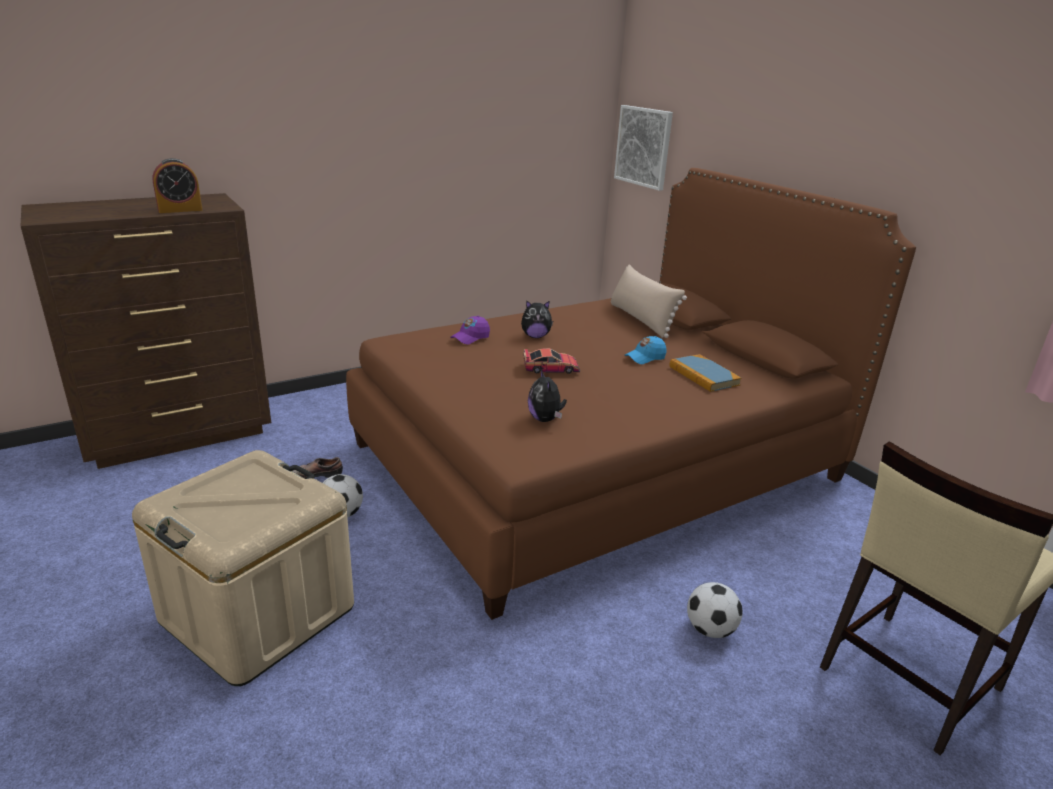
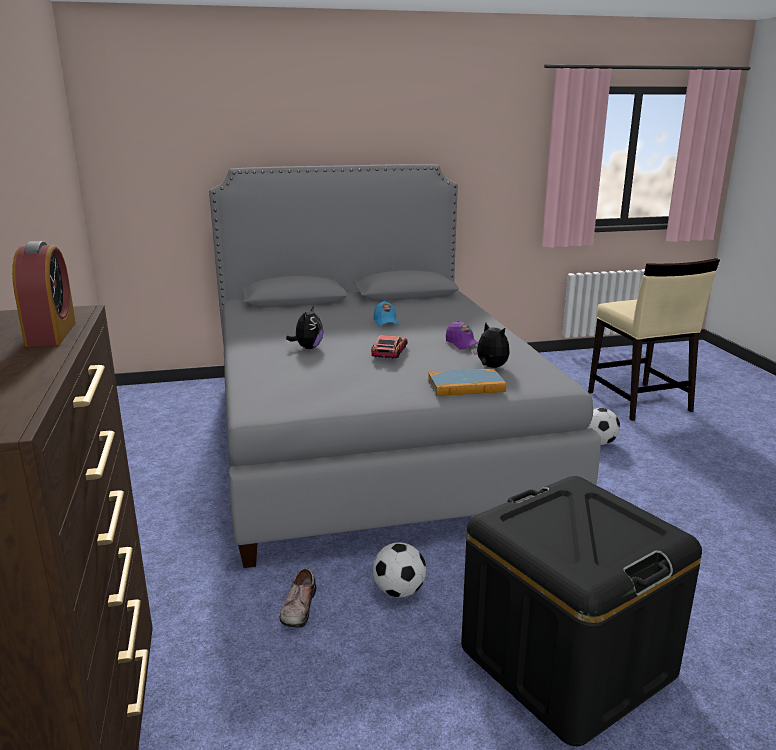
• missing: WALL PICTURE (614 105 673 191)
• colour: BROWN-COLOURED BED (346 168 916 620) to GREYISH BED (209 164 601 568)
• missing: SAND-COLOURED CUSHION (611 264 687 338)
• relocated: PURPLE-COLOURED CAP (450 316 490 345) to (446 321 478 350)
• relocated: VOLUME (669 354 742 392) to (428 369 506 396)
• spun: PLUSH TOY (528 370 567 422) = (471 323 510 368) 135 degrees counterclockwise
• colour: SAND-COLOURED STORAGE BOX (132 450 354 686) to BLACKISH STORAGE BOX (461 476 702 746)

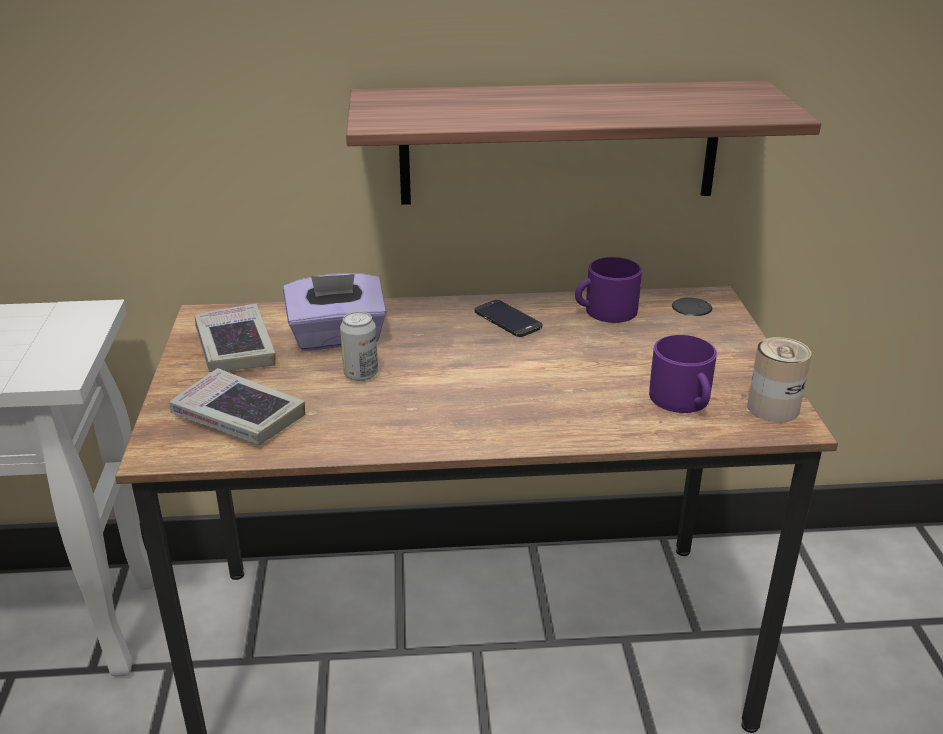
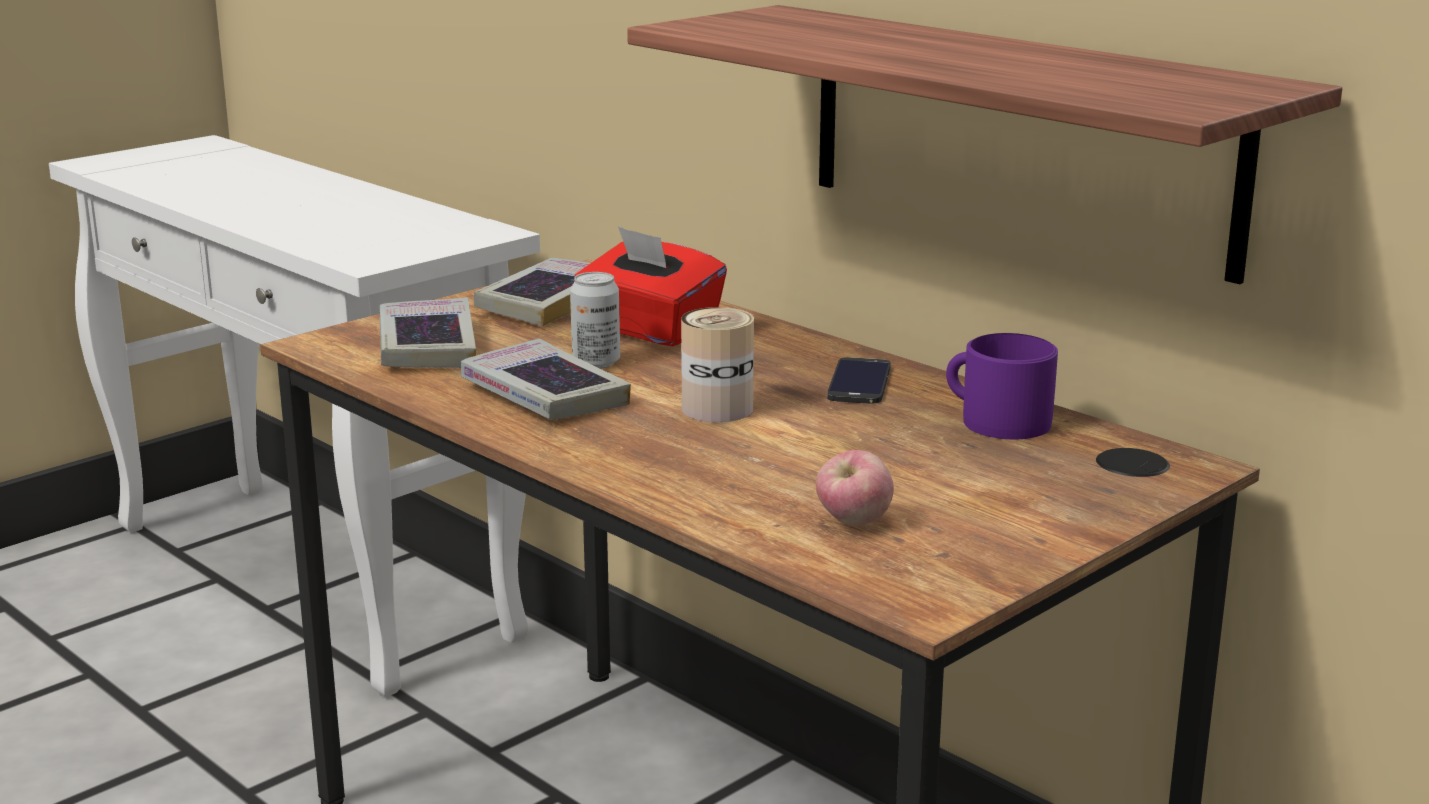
• colour: PURPLE-COLOURED TISSUE BOX (283 273 386 351) to RED TISSUE BOX (574 226 727 346)
• exchanged: PURPLE-COLOURED COFFEE MUG (649 335 717 413) to APPLE FRUIT (816 450 894 526)
• relocated: METAL CAN (748 337 812 422) to (681 307 754 422)
• appeared: VOLUME (461 339 631 420)

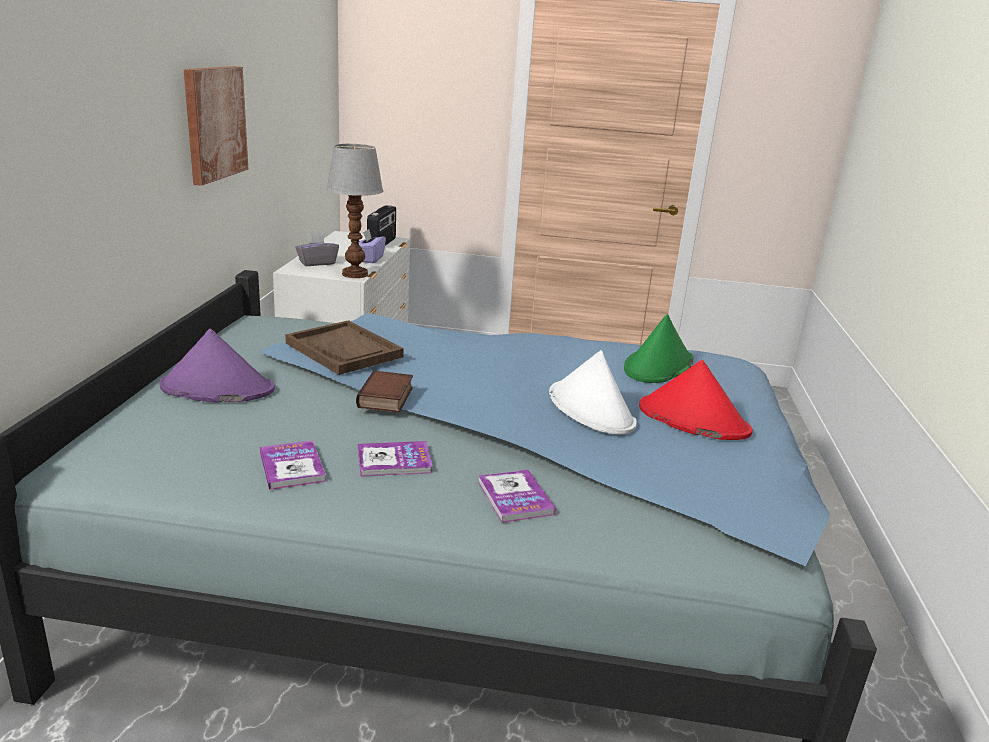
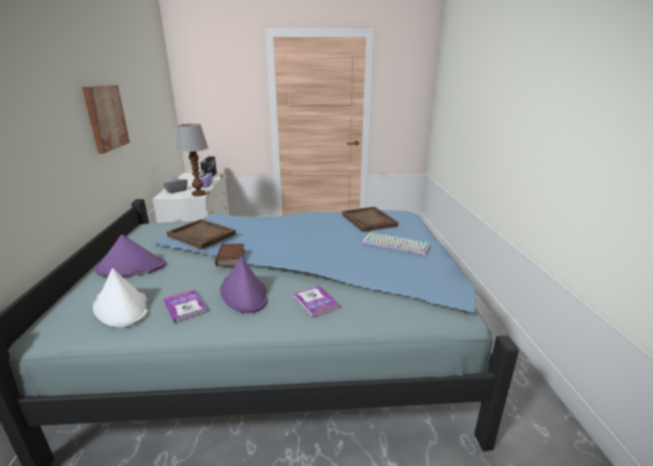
• exchanged: GREENISH WEARABLE HAT (624 314 694 383) to BROWN-COLOURED CARRYING TRAY (342 206 398 232)
• relocated: WHITE-COLOURED WEARABLE HAT (549 350 637 435) to (93 268 148 327)
• exchanged: RED WEARABLE HAT (639 360 753 440) to COMPUTER KEYBOARD (362 232 430 256)
• exchanged: VOLUME (358 441 433 477) to PURPLE-COLOURED WEARABLE HAT (220 256 267 313)

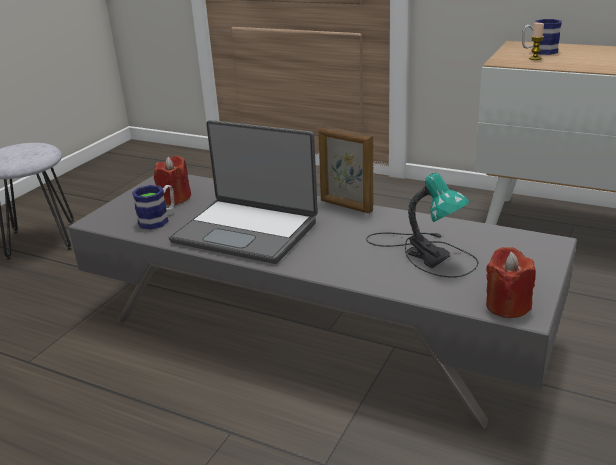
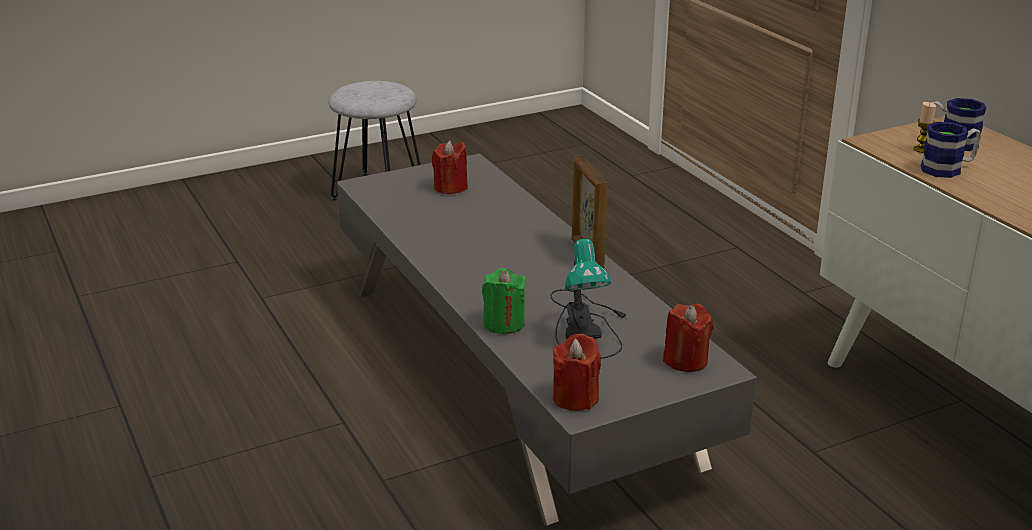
• missing: LAPTOP (168 120 318 264)
• relocated: COFFEE MUG (132 185 175 230) to (921 122 981 178)
• appeared: GREENISH WAX CANDLE (482 268 526 334)
• appeared: RED WAX CANDLE (663 304 713 372)

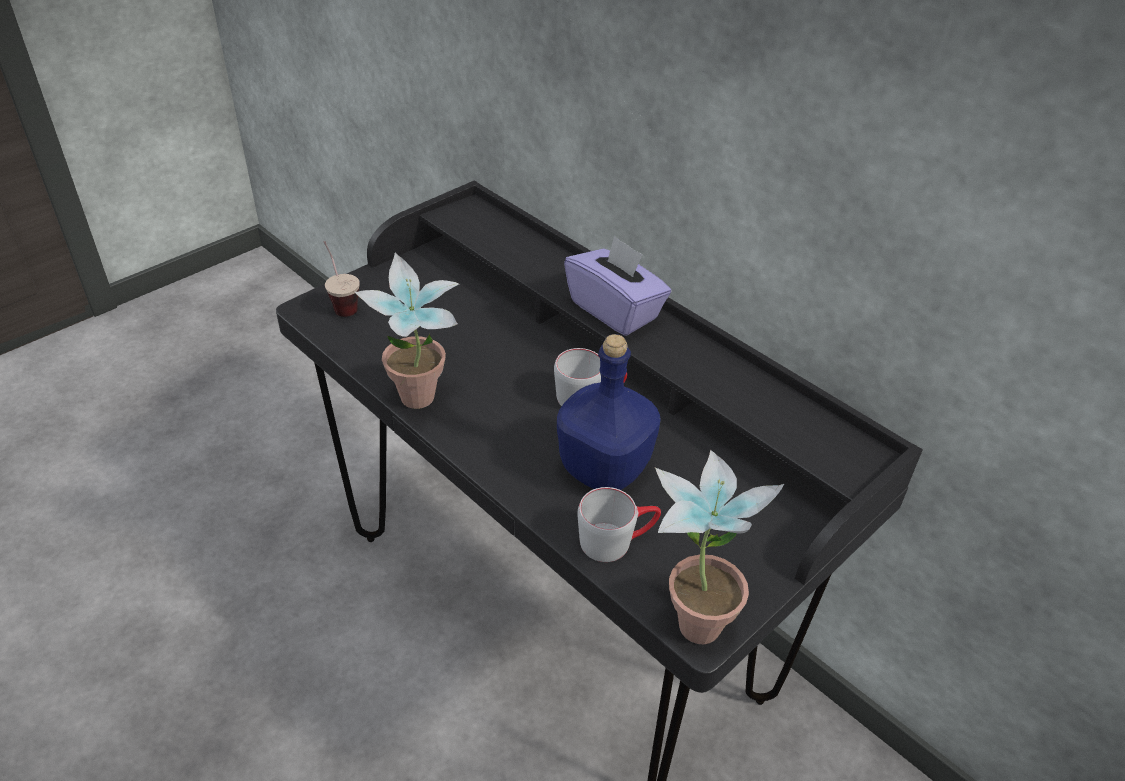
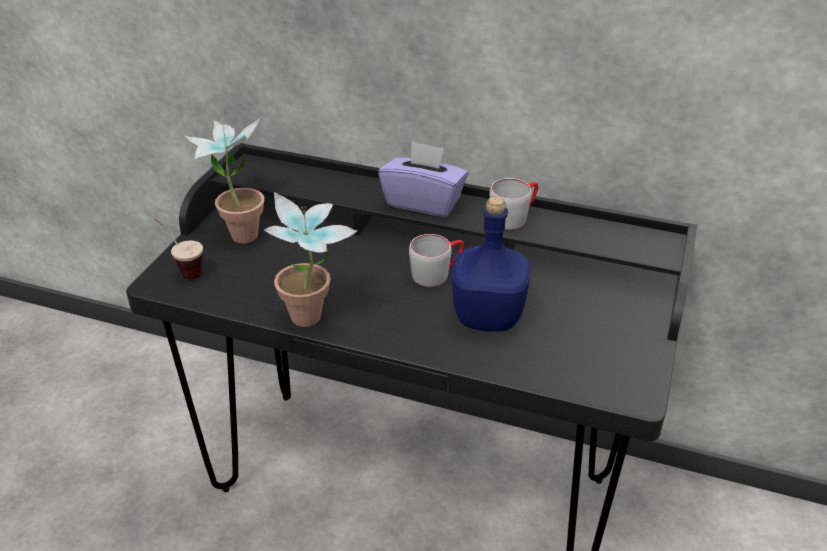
• relocated: HOUSEPLANT (655 449 784 644) to (183 118 264 243)
• relocated: GREYISH COFFEE MUG (577 487 661 562) to (490 178 538 230)

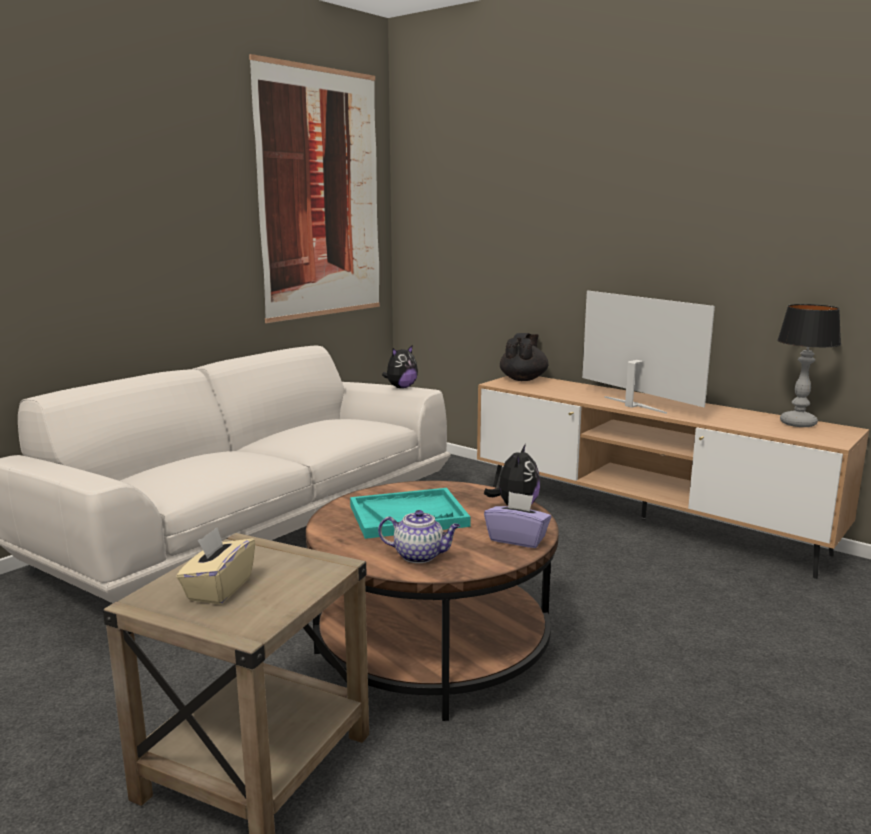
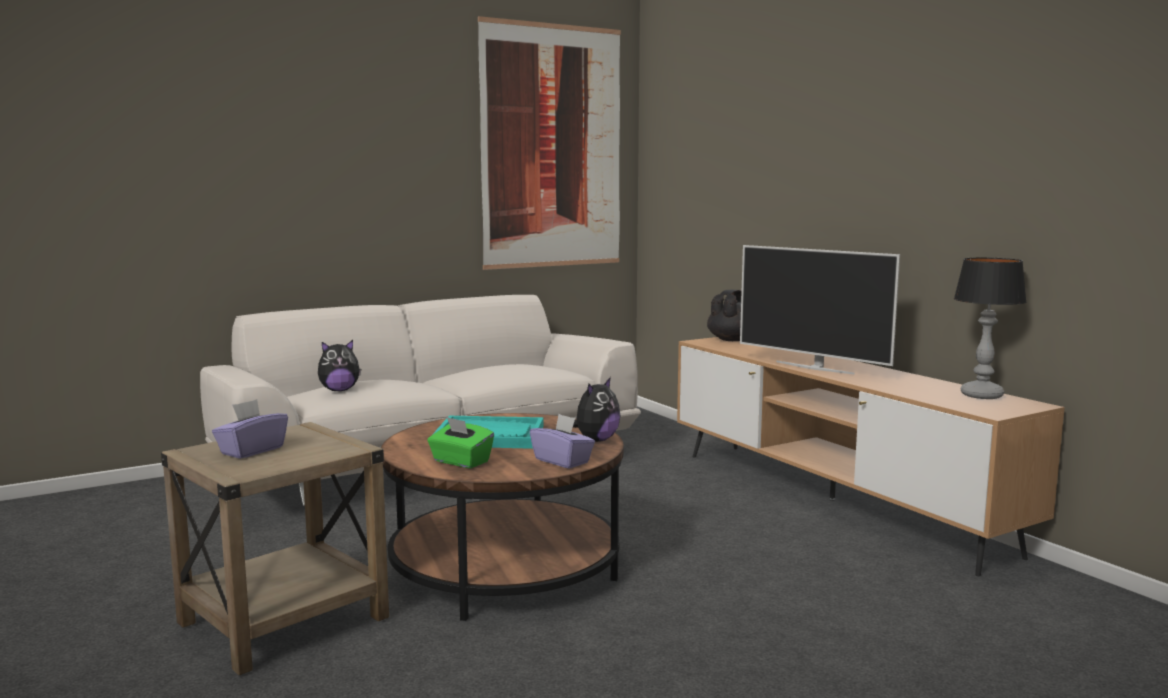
• spun: TV SET (582 291 715 414) = (740 245 900 375) 150 degrees clockwise
• relocated: PLUSH TOY (382 345 418 388) to (318 340 361 391)
• exchanged: POT FOR TEA (378 510 460 563) to GREENISH TISSUE BOX (427 417 494 468)
• colour: SAND-COLOURED TISSUE BOX (176 527 255 604) to PURPLE-COLOURED TISSUE BOX (212 399 288 459)

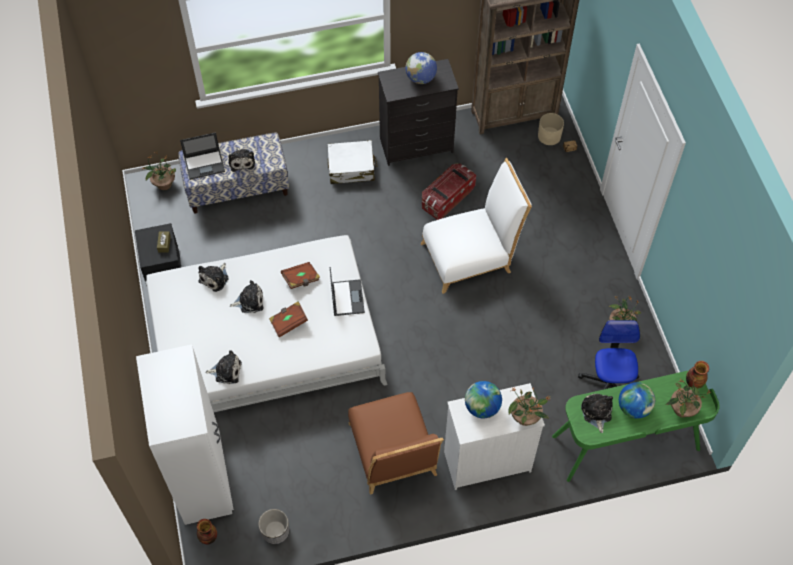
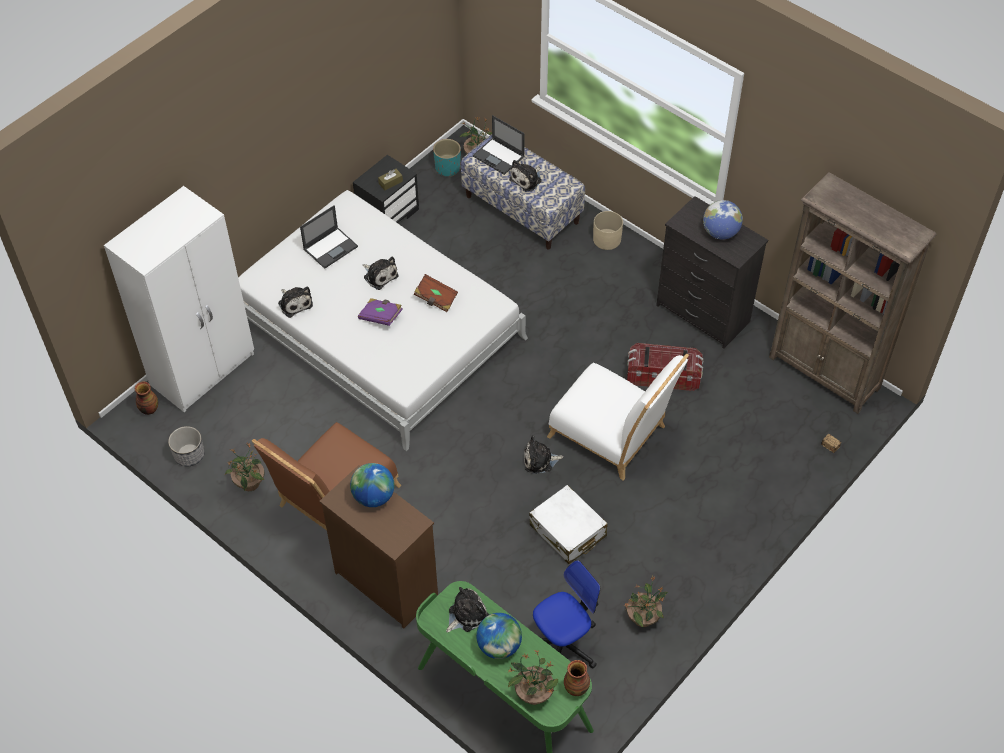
• relocated: SAND-COLOURED PLANT POT (538 113 564 145) to (593 211 623 250)
• relocated: WHITE-COLOURED PIECE OF LUGGAGE (328 140 377 184) to (529 485 608 564)
• relocated: PLUSH TOY (199 263 229 292) to (524 435 564 474)
• relocated: LAPTOP (330 267 365 316) to (300 205 358 269)
• colour: BROWN-COLOURED VOLUME (269 301 308 337) to PURPLE-COLOURED VOLUME (358 298 403 326)
• colour: WHITE-COLOURED DRESSER (444 383 545 490) to BROWN-COLOURED DRESSER (319 465 438 629)
• relocated: HOUSEPLANT (508 387 550 426) to (225 443 264 491)
• appeared: BLUE-GREEN PLANT POT (433 139 461 177)

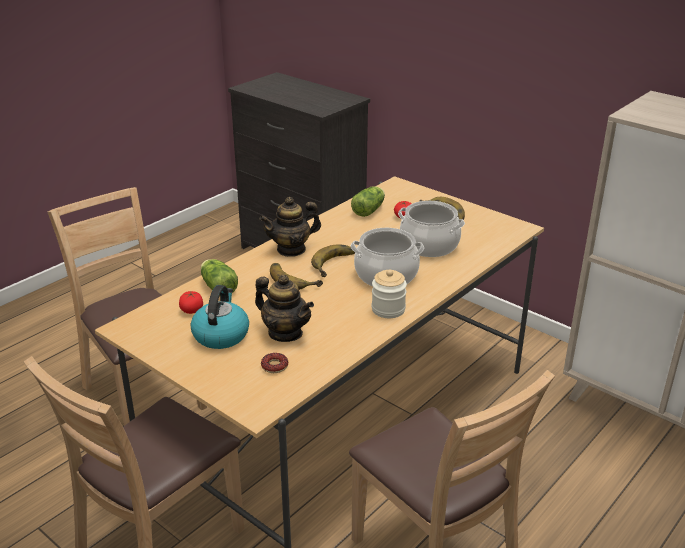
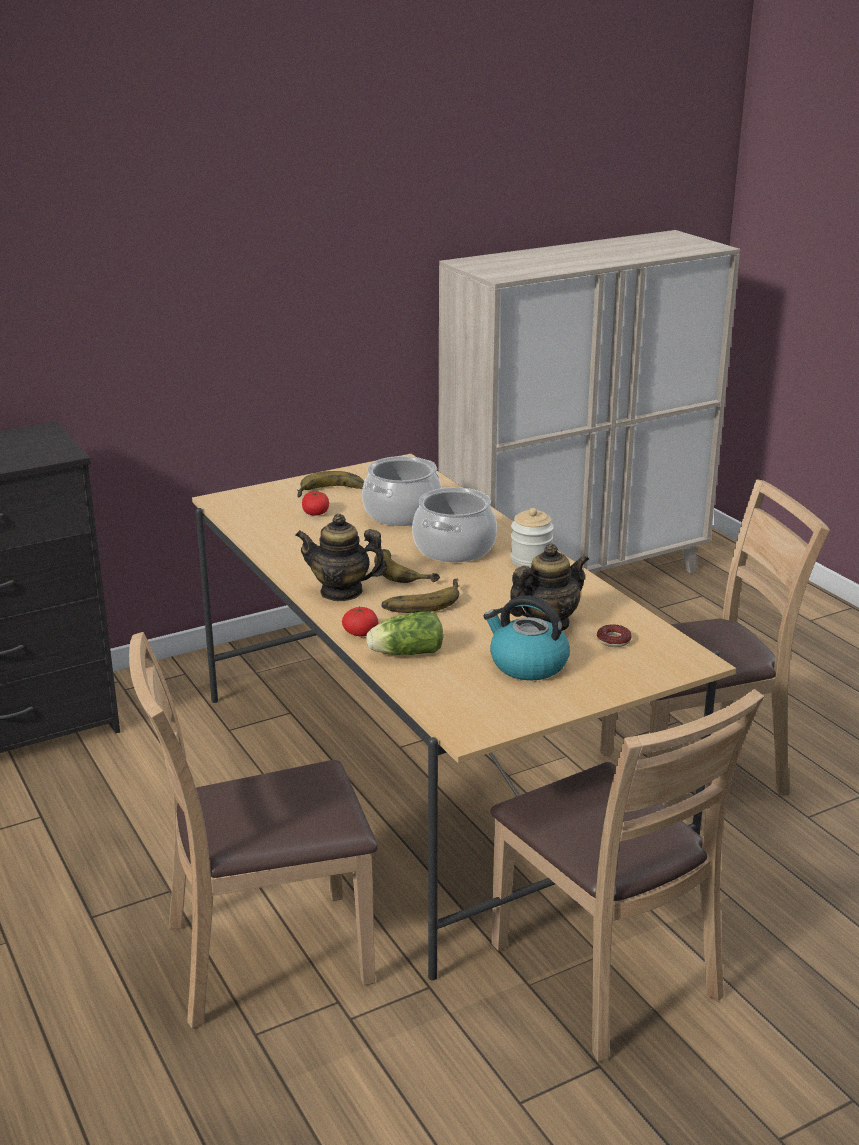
• missing: LETTUCE HEAD (351 186 385 217)
• spun: POT FOR TEA (259 197 321 257) = (295 514 388 601) 105 degrees clockwise
• relocated: WHOLE TOMATO (179 291 203 314) to (342 606 378 636)

